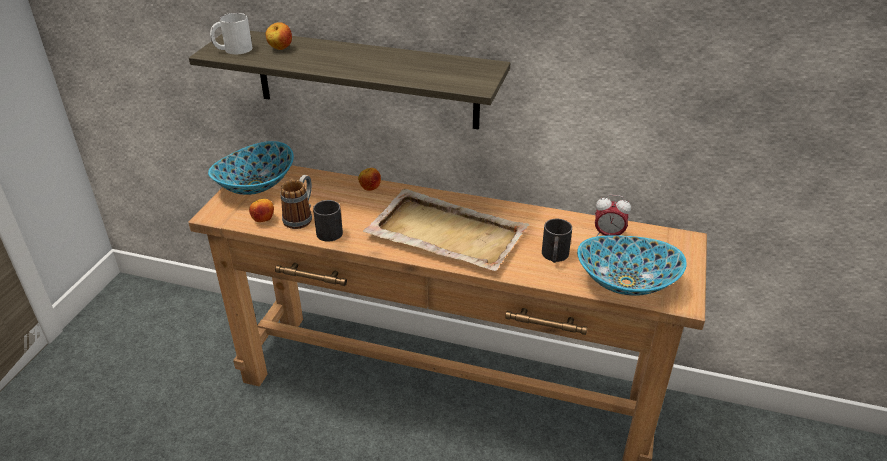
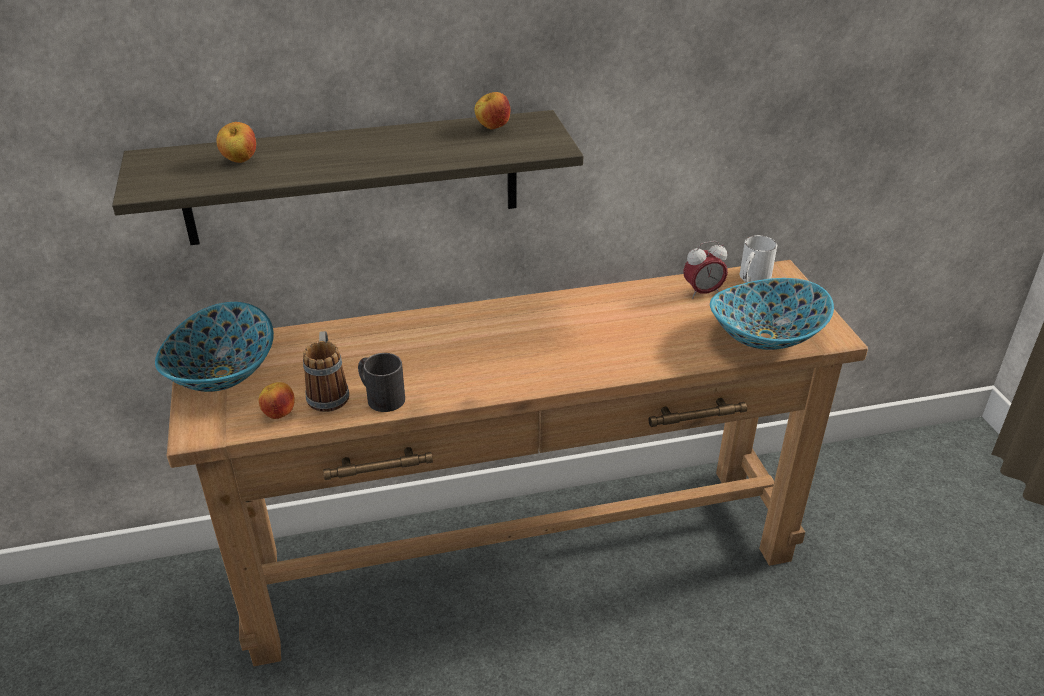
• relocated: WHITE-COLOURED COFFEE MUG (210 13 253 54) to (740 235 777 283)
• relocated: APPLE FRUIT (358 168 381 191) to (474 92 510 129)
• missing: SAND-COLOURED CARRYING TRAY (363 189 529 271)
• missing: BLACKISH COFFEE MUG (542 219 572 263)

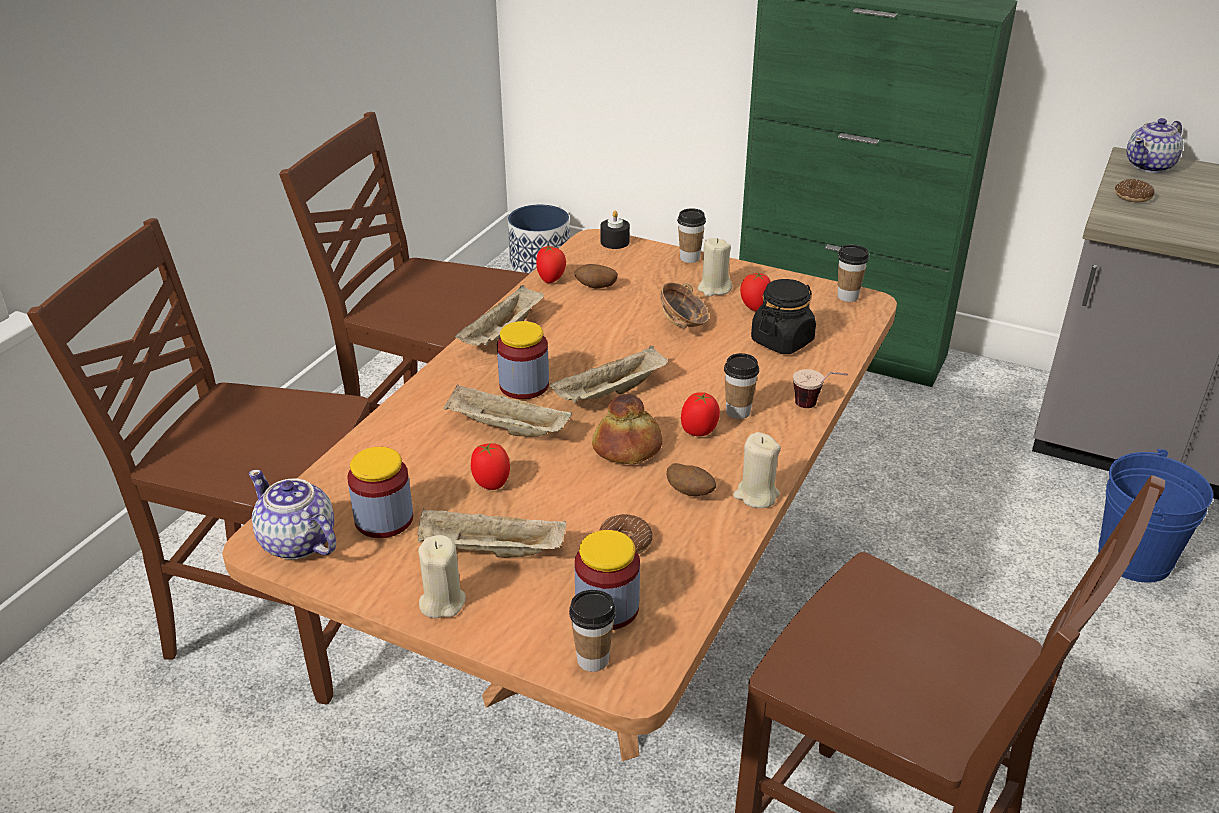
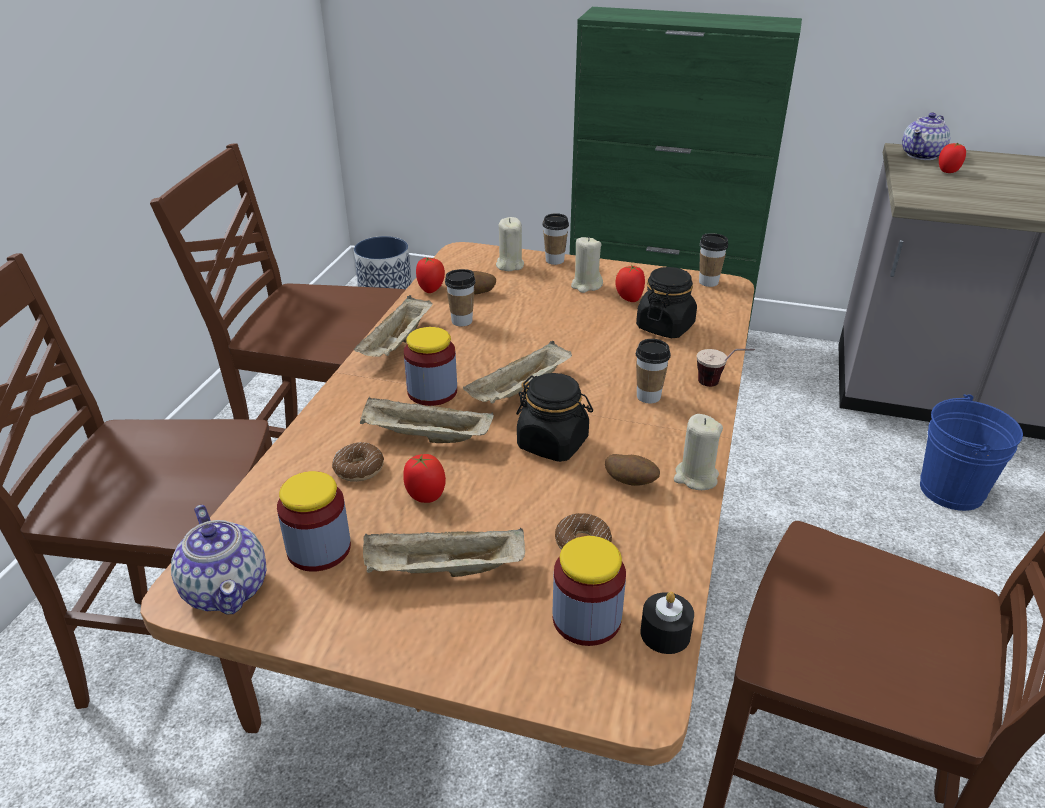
• relocated: DOUGHNUT (1115 179 1154 203) to (332 442 384 482)
• relocated: BLACKISH WAX CANDLE (601 210 630 249) to (641 592 694 654)
• missing: SERVING BOWL (661 282 709 329)
• relocated: WHOLE TOMATO (681 392 720 436) to (939 143 966 173)
• exchanged: BREAD (592 394 662 465) to BLACKISH PRESERVE JAR (516 373 593 462)
• spun: POT FOR TEA (249 470 336 560) = (171 505 266 614) 150 degrees counterclockwise
• relocated: SAND-COLOURED WAX CANDLE (418 535 466 618) to (496 217 524 271)
• relocated: DRINKING CUP (569 590 616 672) to (445 269 475 326)

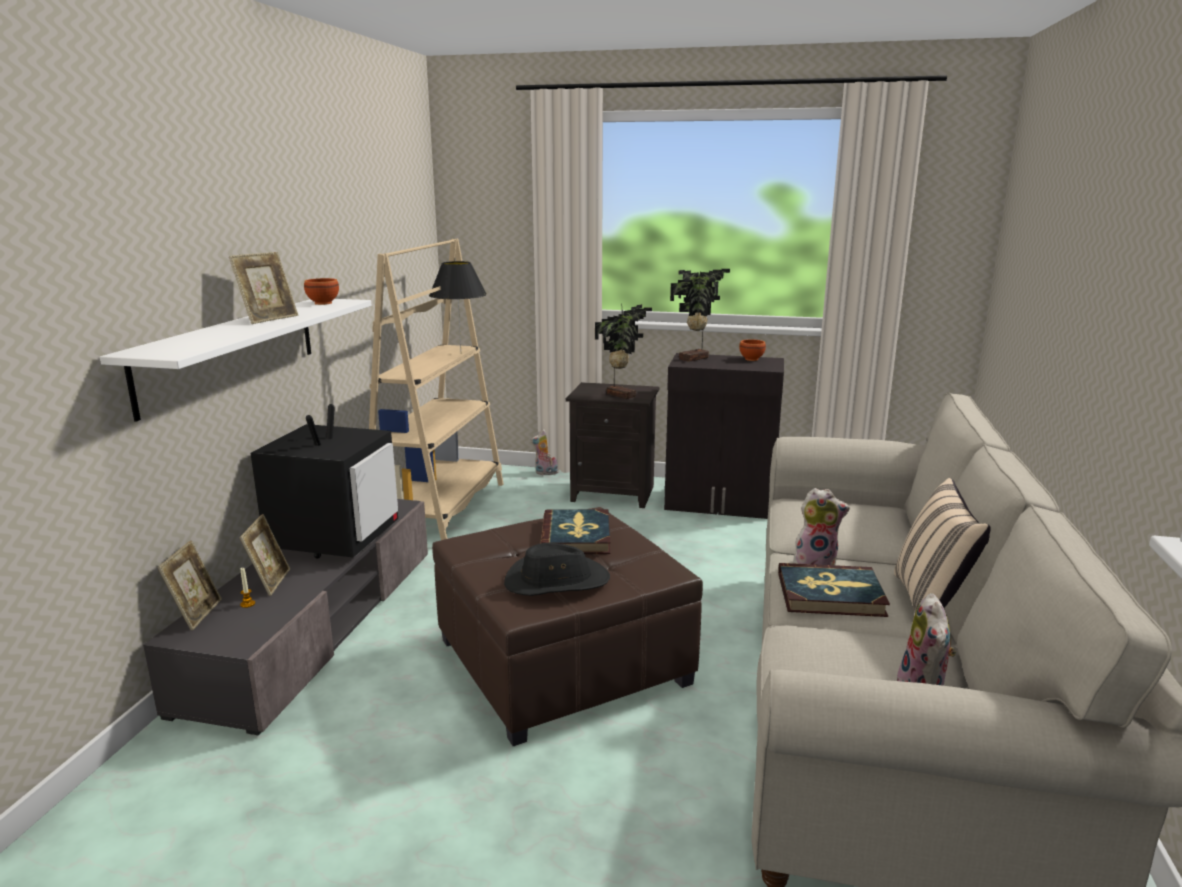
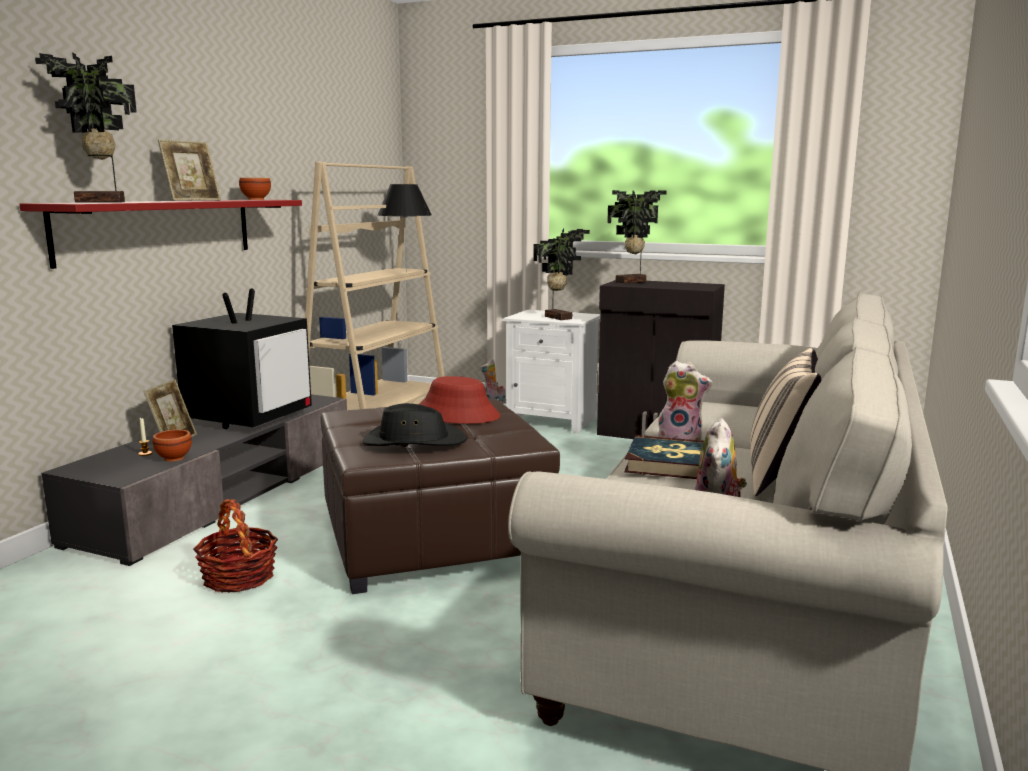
• colour: WHITE-COLOURED BRACKET SHELF (100 299 372 422) to RED BRACKET SHELF (19 200 302 269)
• relocated: BROWN-COLOURED SERVING BOWL (739 339 766 361) to (153 430 192 462)
• colour: BLACKISH NIGHT TABLE (566 382 660 508) to WHITE-COLOURED NIGHT TABLE (503 310 600 433)
• exchanged: VOLUME (540 509 610 554) to RED WEARABLE HAT (419 376 501 424)
• missing: PICTURE FRAME (158 540 222 630)
• appeared: HOUSEPLANT (35 52 137 203)
• appeared: STORAGE BASKET (193 499 278 593)

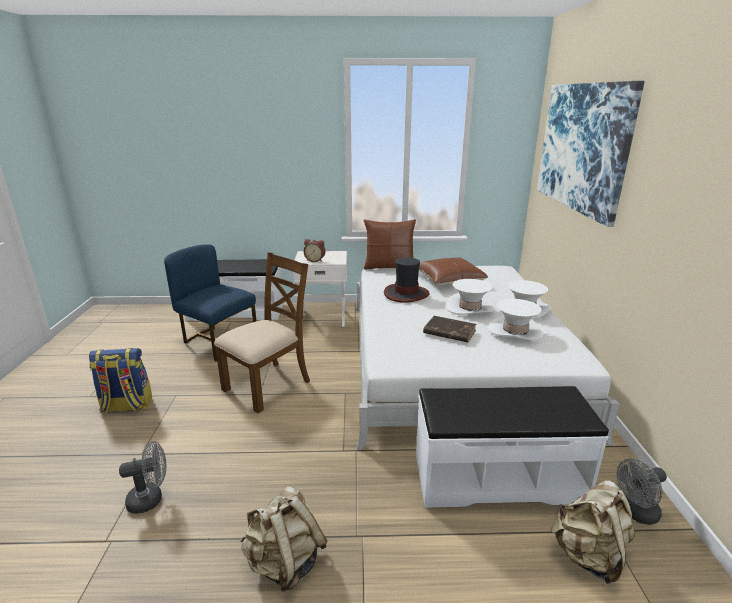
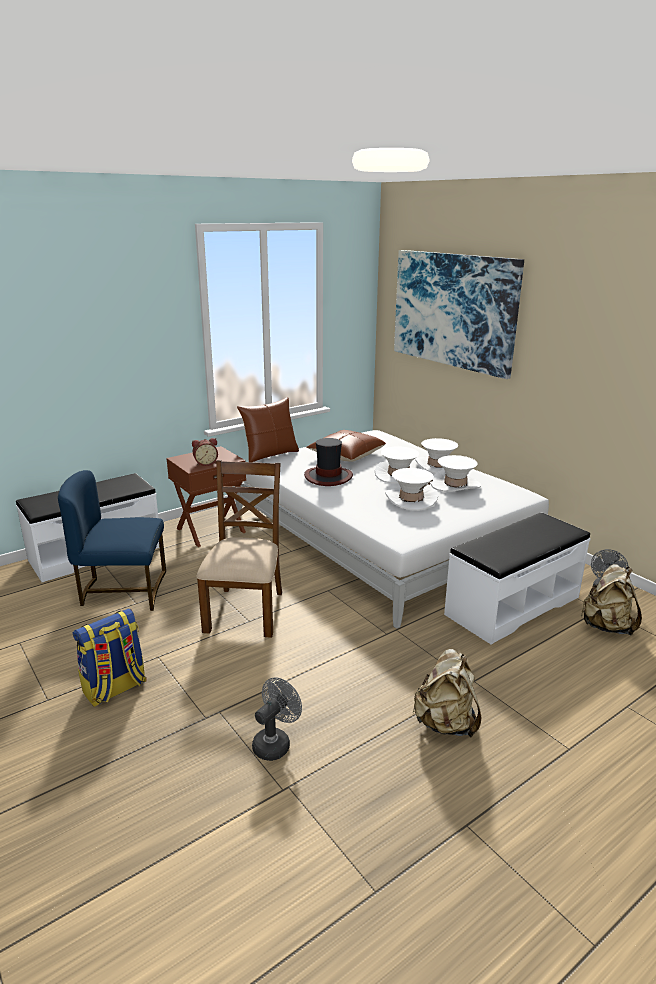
• colour: WHITE-COLOURED NIGHT TABLE (293 251 347 327) to BROWN-COLOURED NIGHT TABLE (166 446 246 547)
• exchanged: BROWN-COLOURED VOLUME (423 316 476 343) to WHITE-COLOURED WEARABLE HAT (385 468 438 511)

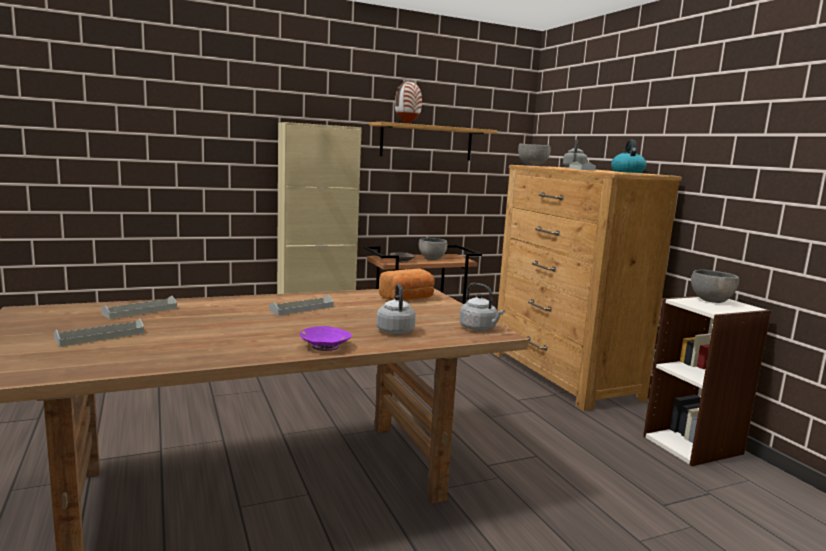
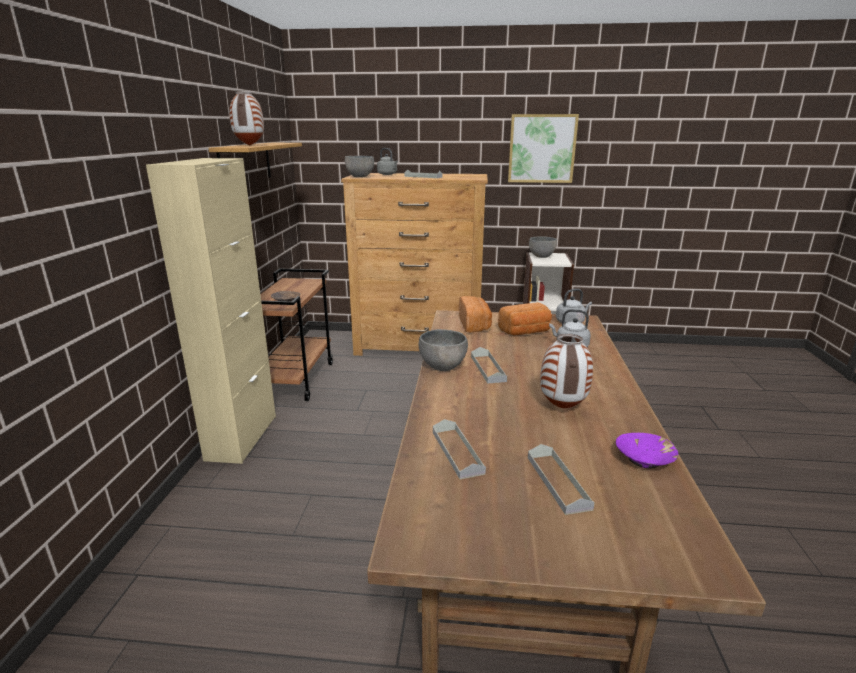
• missing: TEA KETTLE (611 140 646 173)
• relocated: GREYISH SERVING BOWL (419 238 447 260) to (419 329 468 371)
• relocated: PURPLE-COLOURED SERVING BOWL (300 326 352 351) to (616 433 678 468)
• appeared: WALL PICTURE (508 114 579 183)
• appeared: BREAD (498 302 552 335)
• appeared: VASE (540 333 593 408)

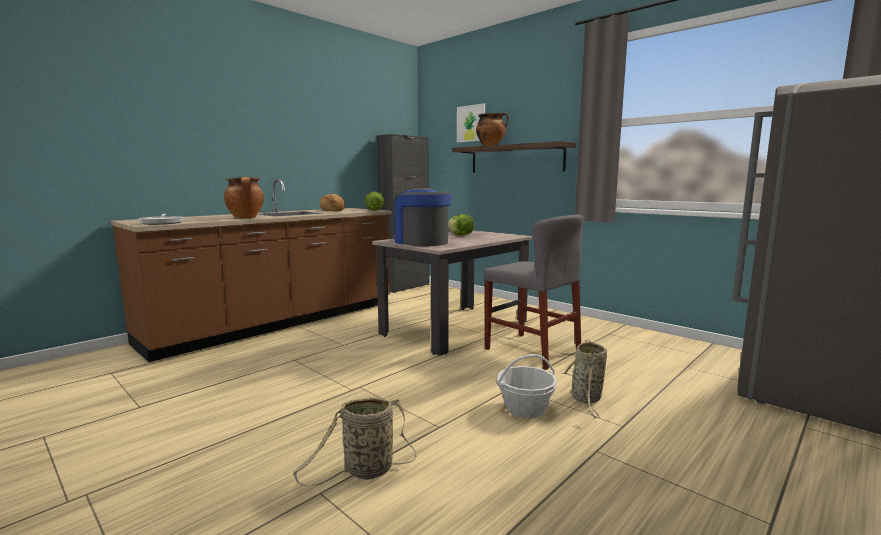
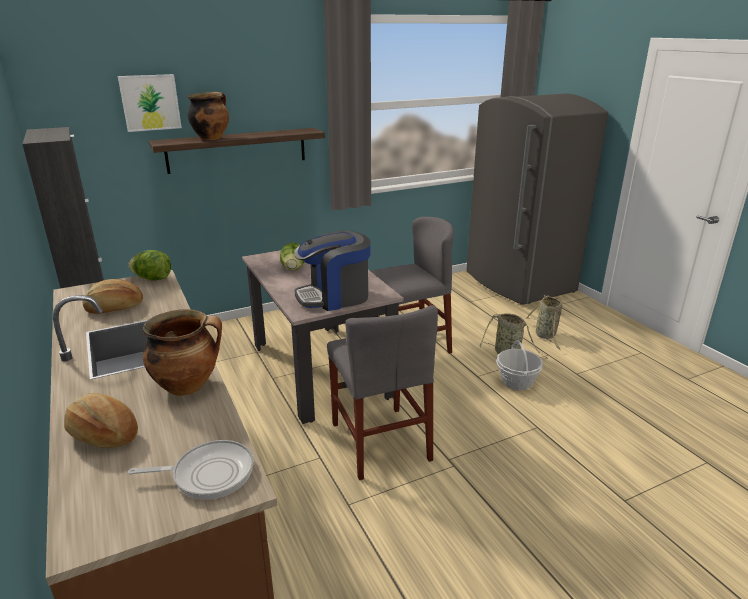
• relocated: STORAGE BASKET (293 398 417 487) to (525 295 562 349)
• appeared: GREYISH PLAIN CHAIR (327 305 438 480)
• appeared: BREAD (64 393 138 448)

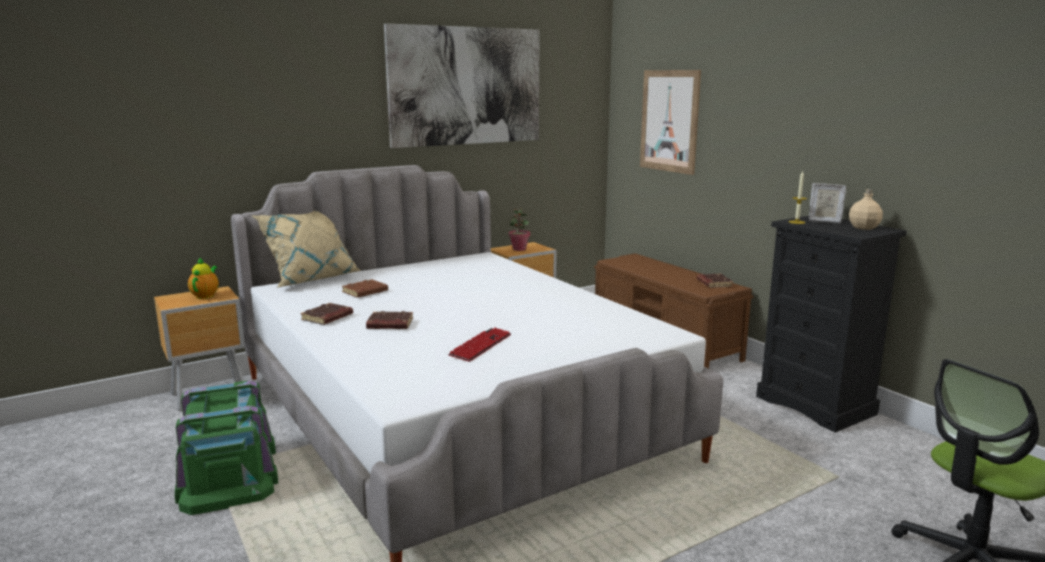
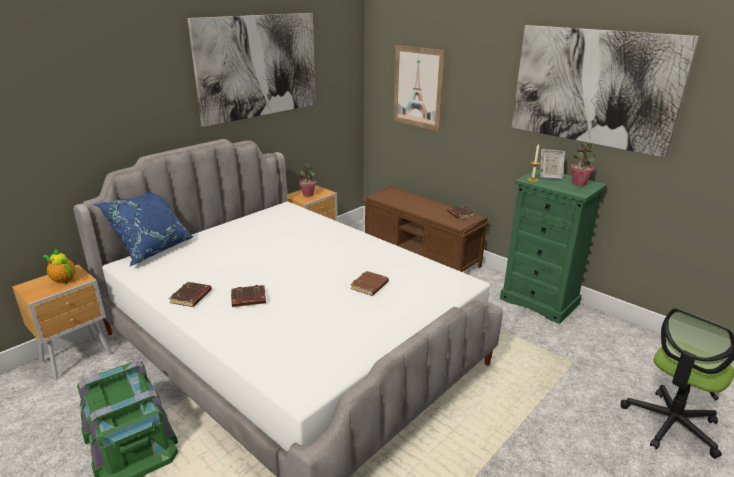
• exchanged: SAND-COLOURED BOTTLE (849 189 883 230) to HOUSEPLANT (570 143 595 186)
• colour: SAND-COLOURED CUSHION (252 211 361 287) to BLUE CUSHION (94 191 194 266)
• colour: BLACKISH DRESSER (756 216 907 433) to GREENISH DRESSER (500 168 607 324)
• spun: POT FOR TEA (188 257 219 299) = (43 249 76 284) 45 degrees counterclockwise
• relocated: BROWN-COLOURED VOLUME (342 279 388 298) to (350 271 389 296)
• missing: COMPUTER KEYBOARD (448 328 511 362)
• appeared: WALL PICTURE (512 25 699 158)

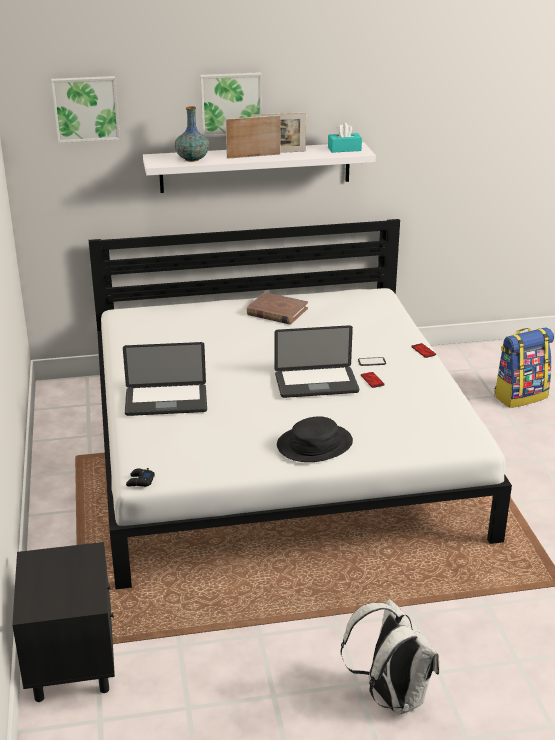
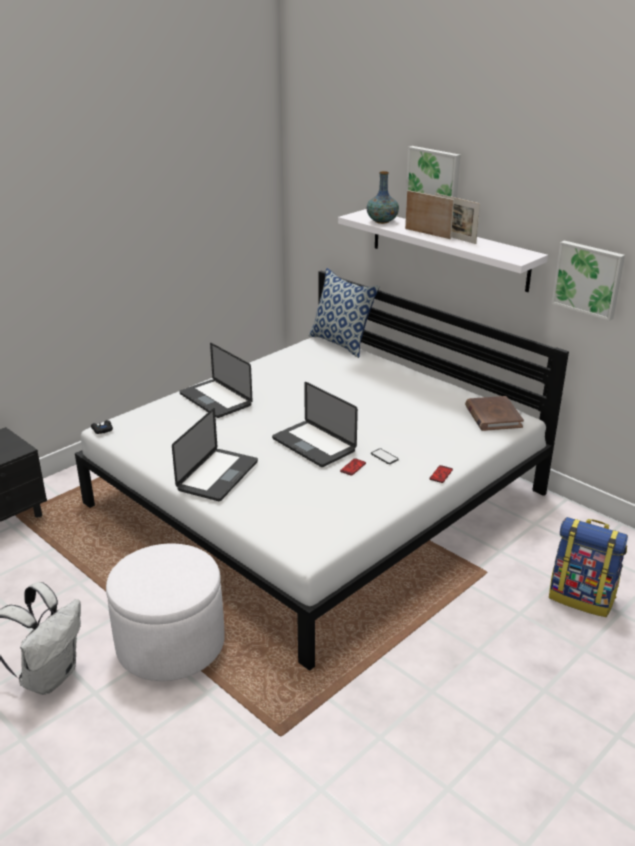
• relocated: WALL PICTURE (51 76 120 143) to (551 240 625 321)
• missing: BLUE-GREEN TISSUE BOX (328 123 362 153)
• relocated: BROWN-COLOURED VOLUME (246 292 308 324) to (465 396 524 431)
• exchanged: BLACKISH WEARABLE HAT (277 416 353 462) to LAPTOP (172 408 258 501)
• appeared: CUSHION (309 268 379 358)
• appeared: WHITE-COLOURED OTTOMAN (106 544 225 681)

